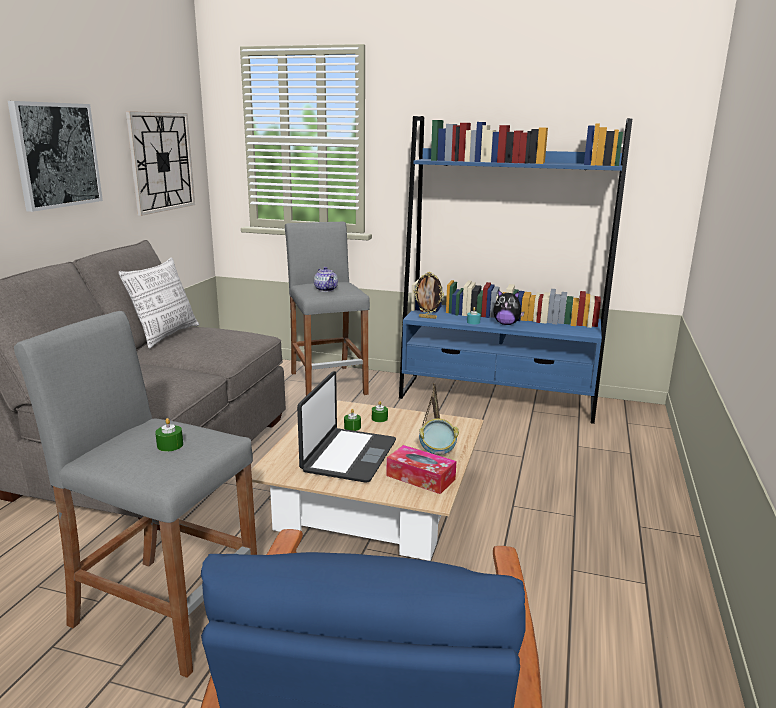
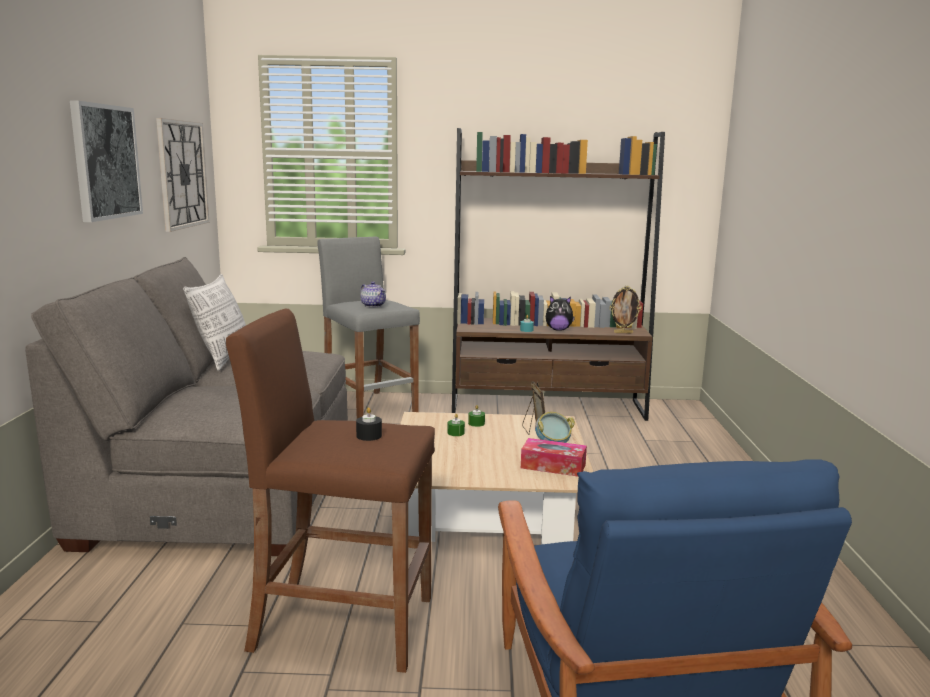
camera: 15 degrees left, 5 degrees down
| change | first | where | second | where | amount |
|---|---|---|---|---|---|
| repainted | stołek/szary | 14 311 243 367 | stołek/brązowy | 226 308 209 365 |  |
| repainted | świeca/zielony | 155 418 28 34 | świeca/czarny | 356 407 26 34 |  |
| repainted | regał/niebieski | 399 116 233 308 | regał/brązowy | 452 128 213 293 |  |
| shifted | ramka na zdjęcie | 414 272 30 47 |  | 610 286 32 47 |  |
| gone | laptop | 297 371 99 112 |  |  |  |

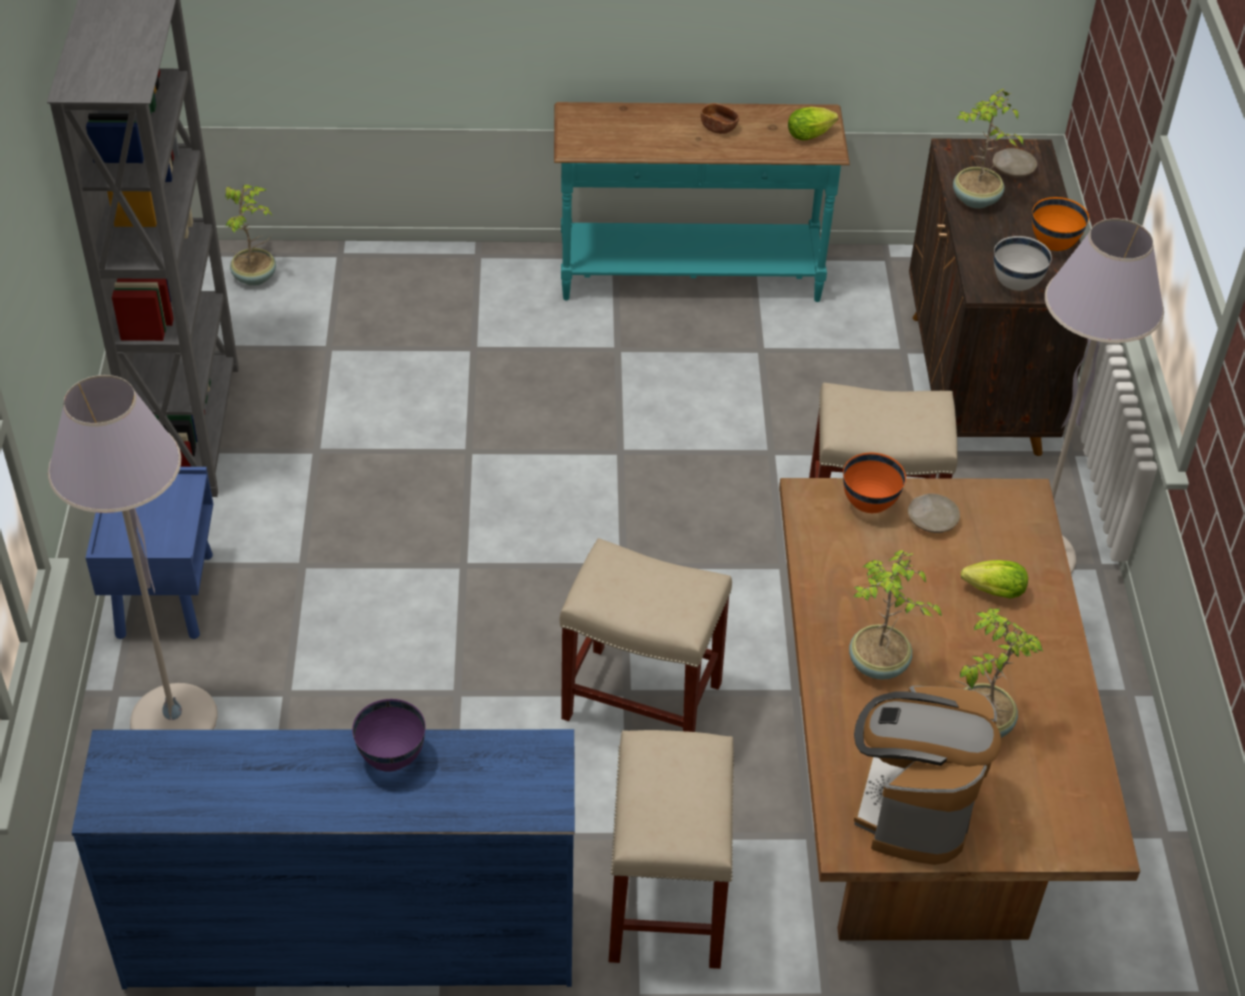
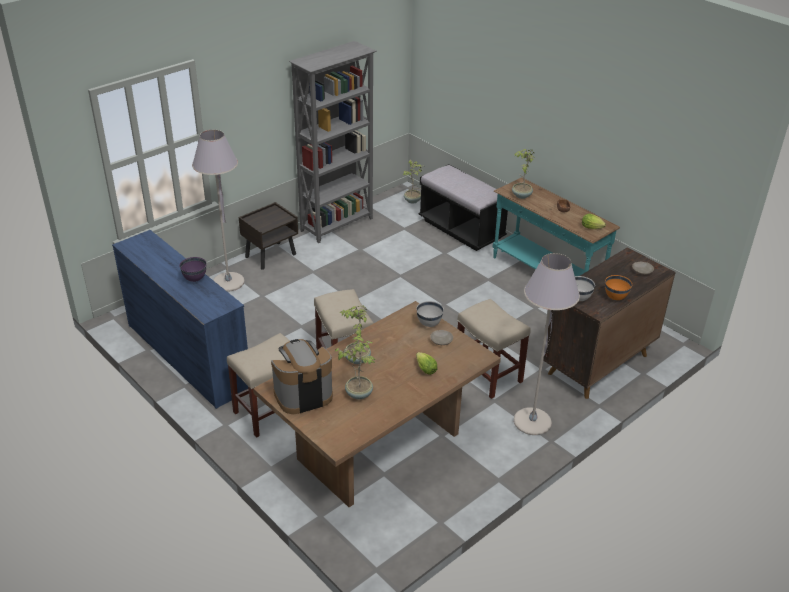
camera: 50 degrees right, 10 degrees down
| change | first | where | second | where | amount |
|---|---|---|---|---|---|
| repainted | szafka nocna/niebieski | 86 467 127 172 | szafka nocna/brązowy | 239 202 59 68 |  |
| repainted | miska/pomarańczowy | 843 453 63 60 | miska/biały | 416 301 28 26 |  |
| new |  |  | ławka/czarny | 419 164 89 87 |  |
| shifted | roślina doniczkowa | 953 89 70 120 |  | 512 149 22 50 |  |

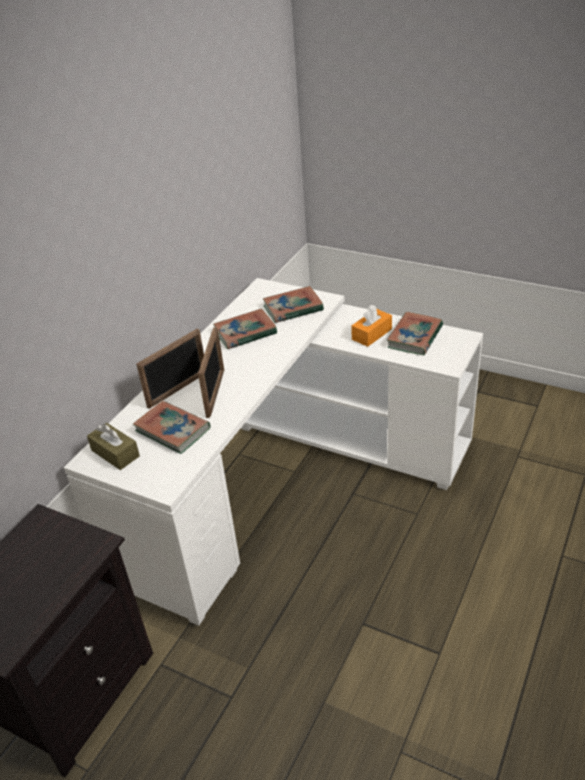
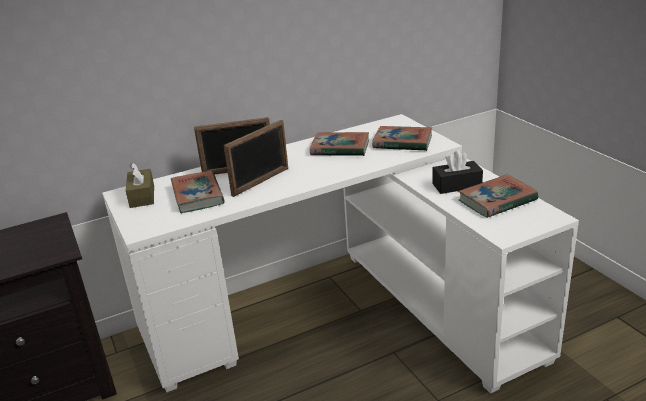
camera: 35 degrees right, 10 degrees down
| change | first | where | second | where | amount |
|---|---|---|---|---|---|
| repainted | pudełko chusteczek/pomarańczowy | 351 305 41 42 | pudełko chusteczek/czarny | 432 150 51 44 |  |

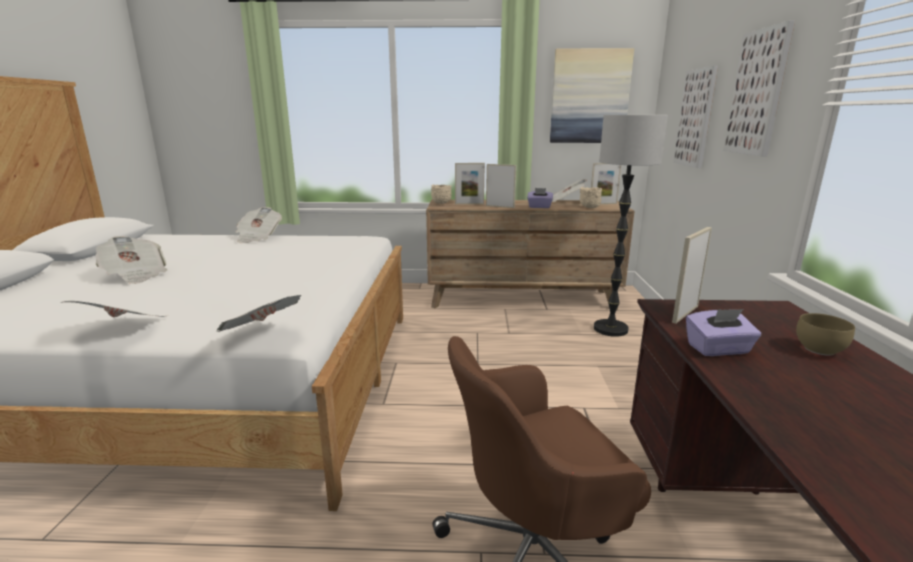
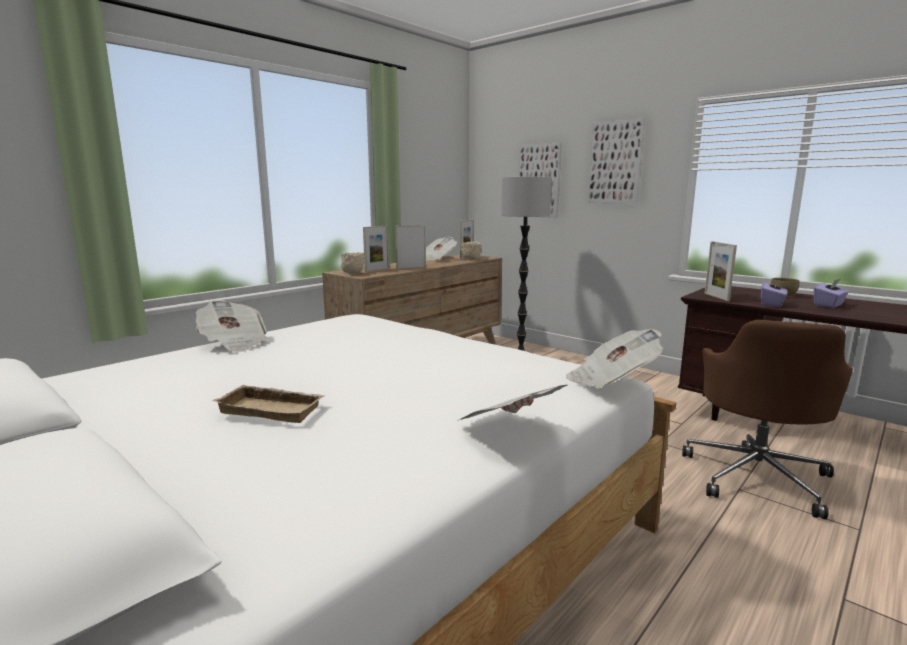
camera: 50 degrees left, 5 degrees down
| change | first | where | second | where | amount |
|---|---|---|---|---|---|
| swapped | gazeta | 96 236 71 48 | taca/beżowy | 212 385 114 38 |  |
| shifted | pudełko chusteczek/fioletowy | 527 188 26 20 |  | 814 279 35 29 |  |
| gone | obraz | 550 48 84 95 |  |  |  |

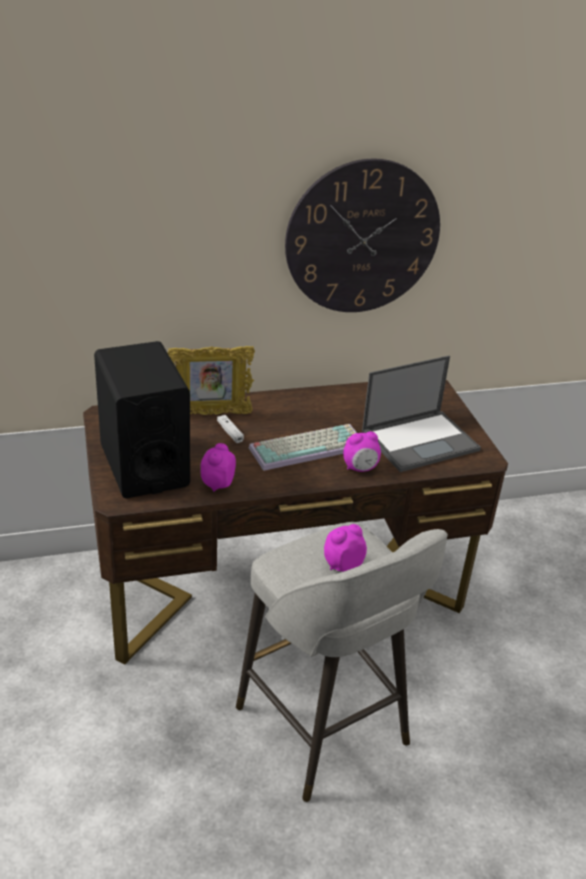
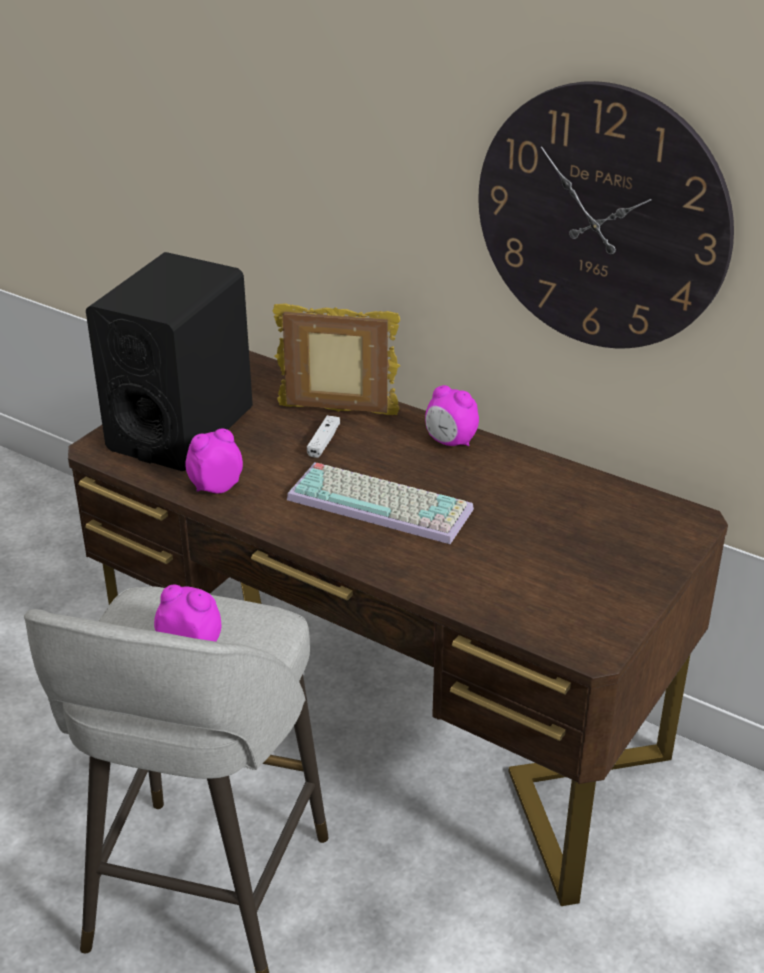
camera: 50 degrees right, 0 degrees up
| change | first | where | second | where | amount |
|---|---|---|---|---|---|
| rotated | ramka na zdjęcie | 168 346 87 69 |  | 272 303 128 112 | 150 degrees clockwise |
| shifted | budzik | 343 431 38 41 |  | 425 385 54 61 |  |
| gone | laptop | 362 355 119 117 |  |  |  |

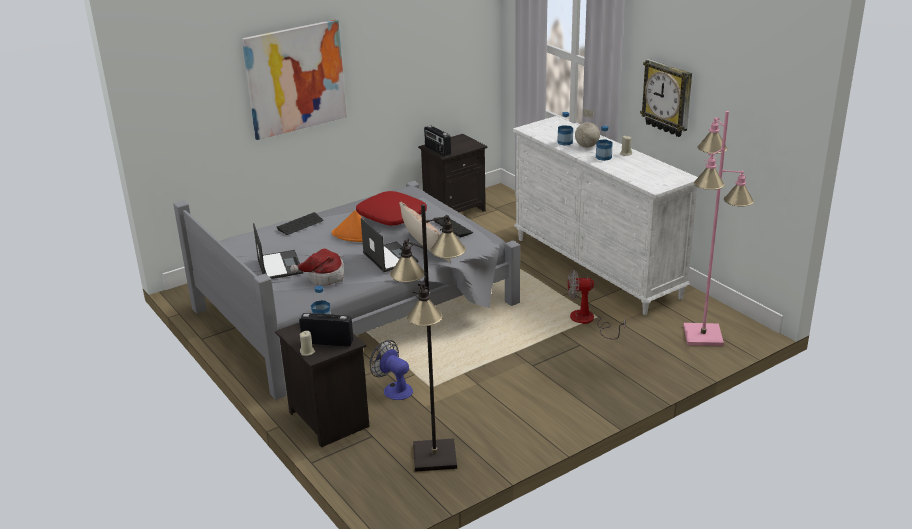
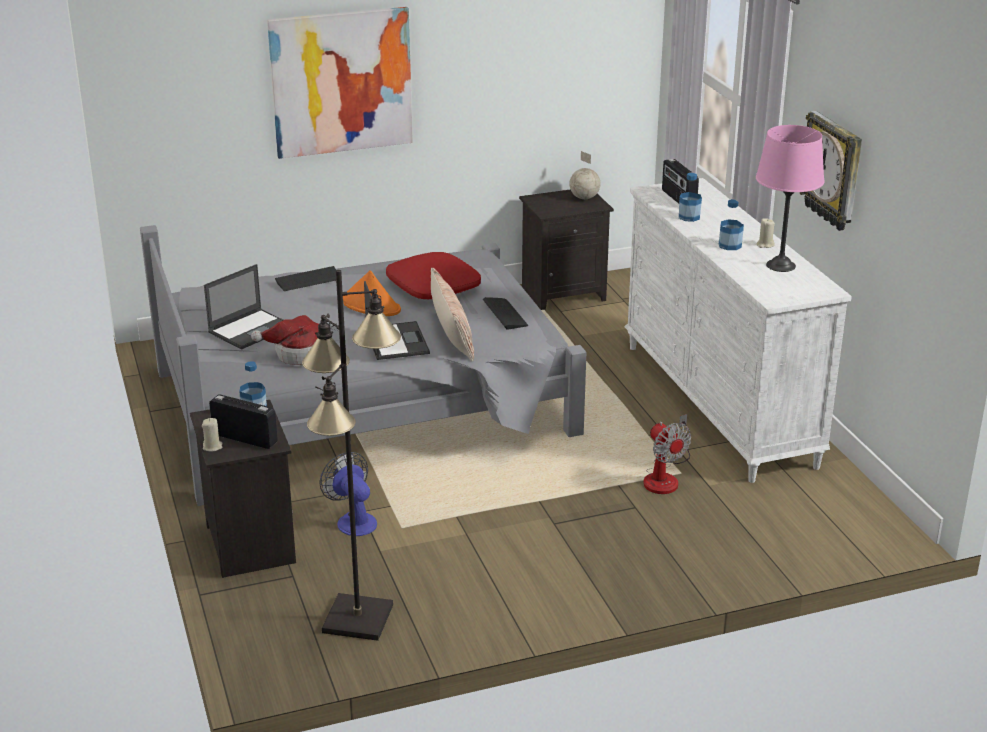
camera: 15 degrees right, 0 degrees up
| change | first | where | second | where | amount |
|---|---|---|---|---|---|
| rotated | laptop | 253 223 50 56 |  | 204 264 79 86 | 45 degrees clockwise |
| shifted | globus | 575 109 25 39 |  | 569 151 31 48 |  |
| rotated | wentylator | 568 270 57 70 |  | 643 414 48 80 | 135 degrees counterclockwise |
| shifted | radio | 424 126 27 30 |  | 662 159 37 44 |  |
| new |  |  | lampa stołowa/różowy | 756 125 68 147 |  |
| gone | lampa stojąca/różowy | 683 111 71 235 |  |  |  |

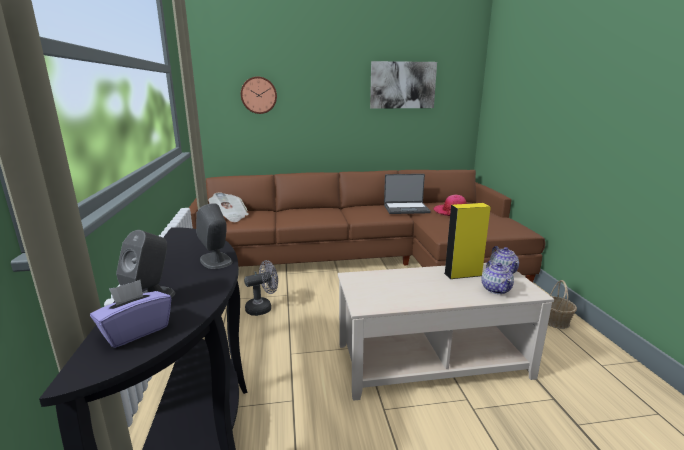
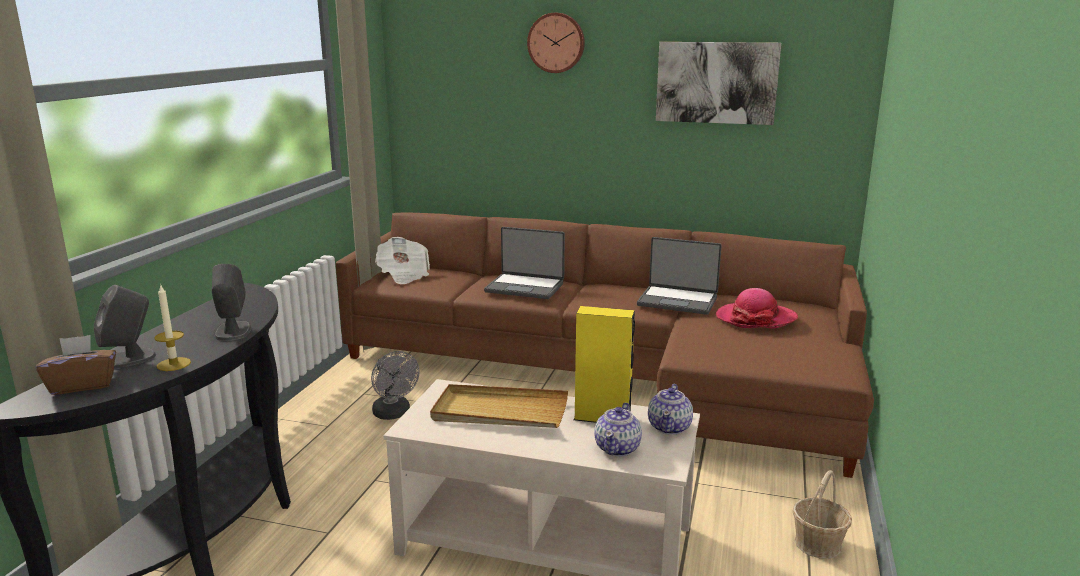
camera: 25 degrees right, 0 degrees up
| change | first | where | second | where | amount |
|---|---|---|---|---|---|
| repainted | pudełko chusteczek/fioletowy | 90 280 81 68 | pudełko chusteczek/brązowy | 36 335 80 60 |  |
| new |  |  | świeca | 154 284 37 87 |  |
| rotated | wentylator/szary | 244 260 34 56 |  | 371 351 49 69 | 60 degrees clockwise |
| new |  |  | taca/beżowy | 430 384 138 44 |  |
| new |  |  | laptop | 484 227 81 72 |  |
| shifted | zegar ścienny | 241 76 36 38 |  | 527 13 58 60 |  |

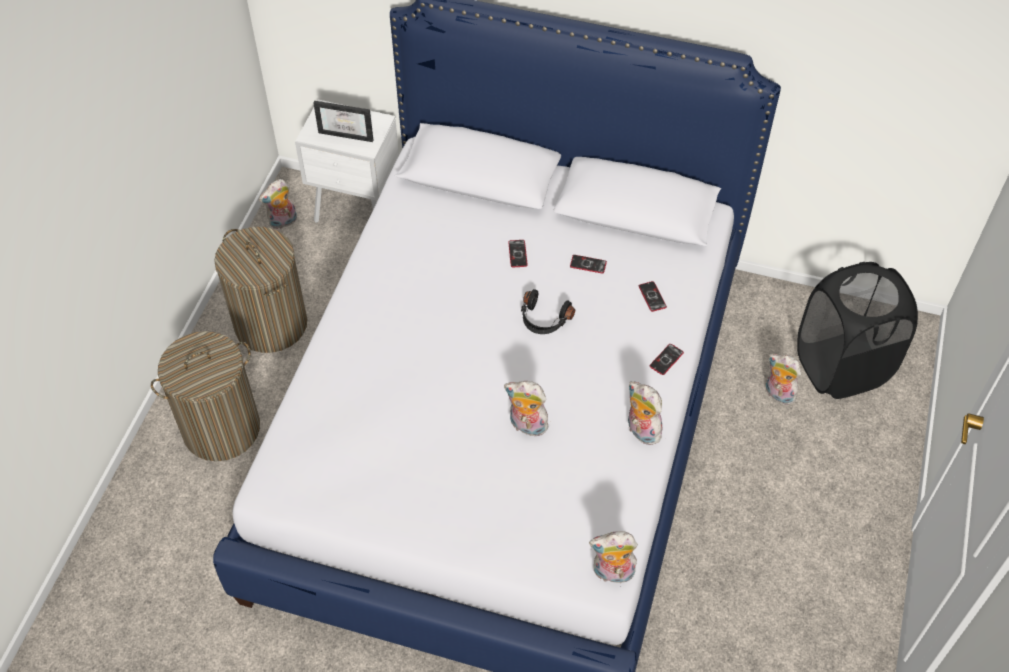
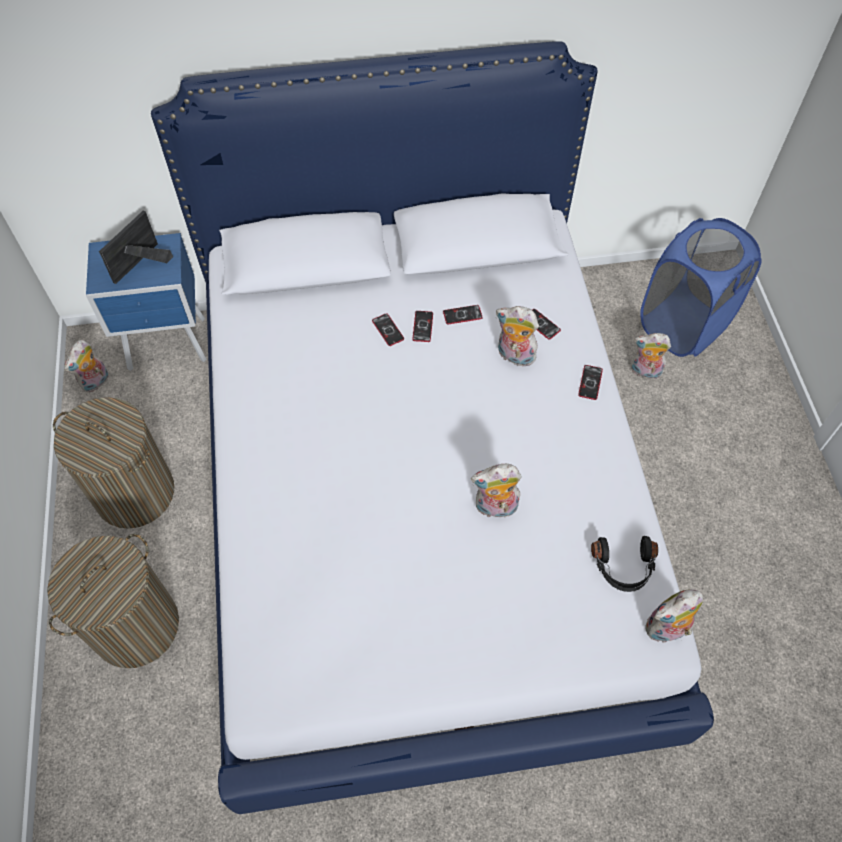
camera: 25 degrees left, 5 degrees up
| change | first | where | second | where | amount |
|---|---|---|---|---|---|
| repainted | szafka nocna/biały | 295 100 104 123 | szafka nocna/niebieski | 86 233 121 138 |  |
| rotated | ramka na zdjęcie | 314 101 59 41 |  | 99 211 74 73 | 135 degrees clockwise |
| new |  |  | telefon | 412 311 21 31 |  |
| shifted | pluszak | 628 381 35 64 |  | 496 306 43 60 |  |
| shifted | słuchawki/czarny | 521 289 54 45 |  | 591 536 67 56 |  |
| repainted | kosz na pranie/czarny | 797 262 121 137 | kosz na pranie/niebieski | 640 218 122 139 |  |

